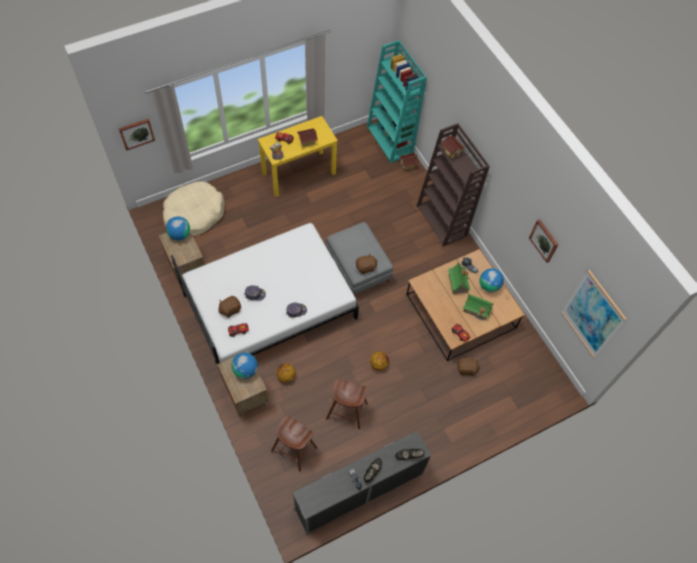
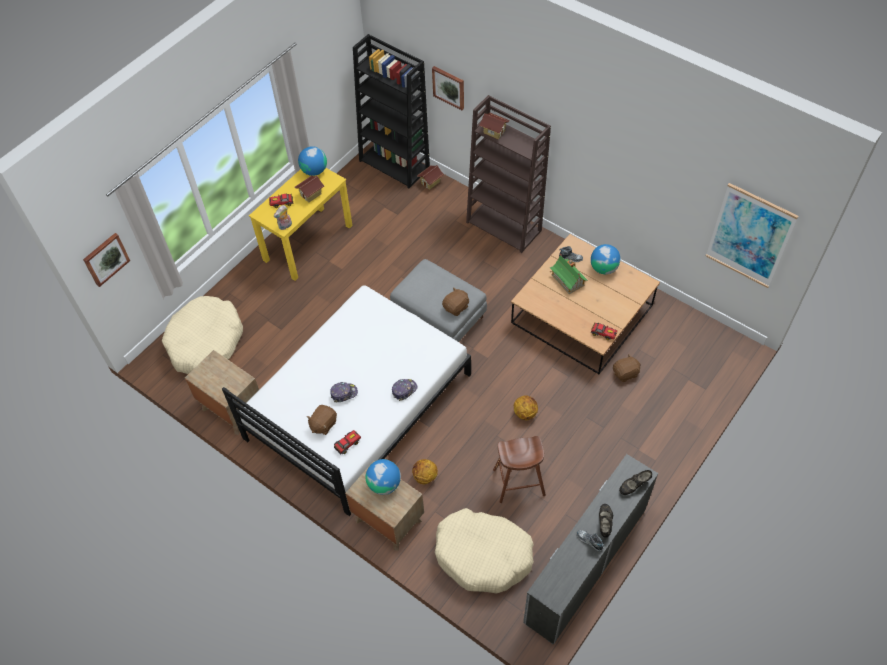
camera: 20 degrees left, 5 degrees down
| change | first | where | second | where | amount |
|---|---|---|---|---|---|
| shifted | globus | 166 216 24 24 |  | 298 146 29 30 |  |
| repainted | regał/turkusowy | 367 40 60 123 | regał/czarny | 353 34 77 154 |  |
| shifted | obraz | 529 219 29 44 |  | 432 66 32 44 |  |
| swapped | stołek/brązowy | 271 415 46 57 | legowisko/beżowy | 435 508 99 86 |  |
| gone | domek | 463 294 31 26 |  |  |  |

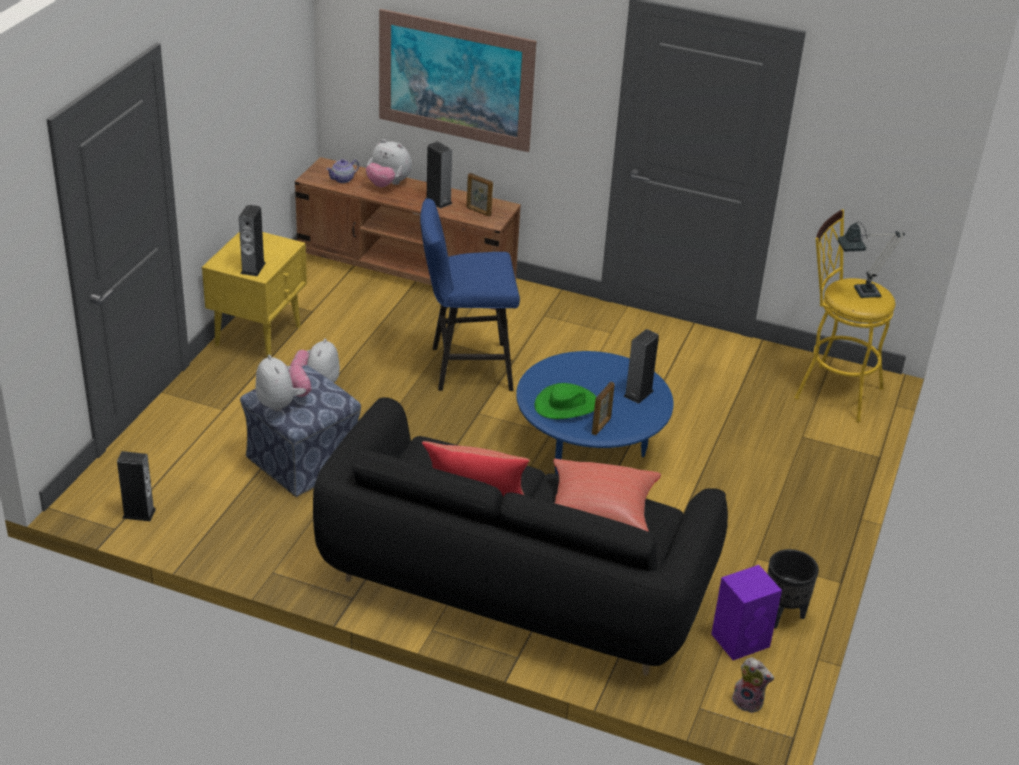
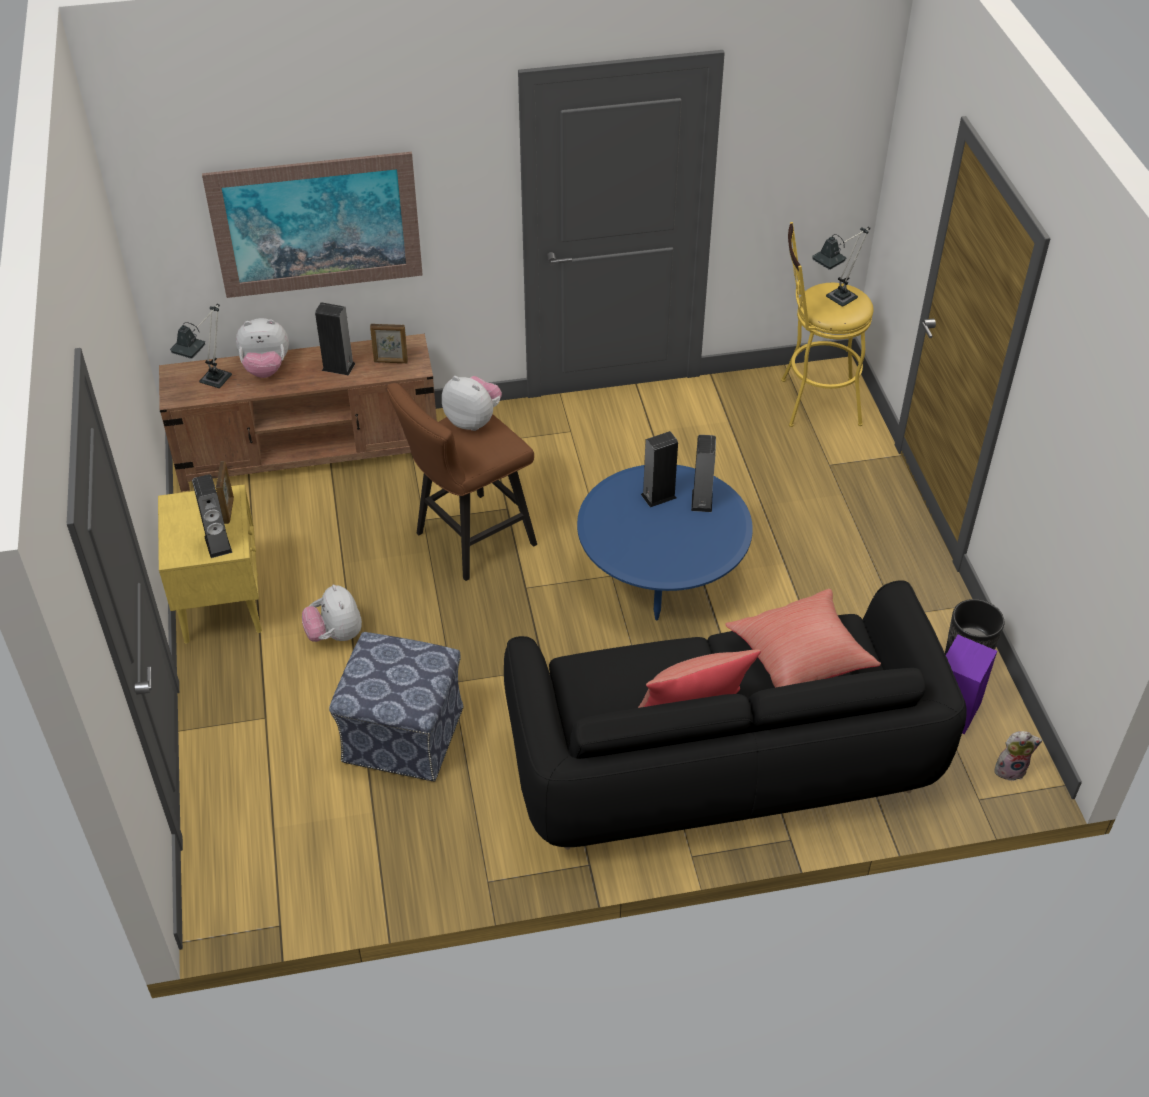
camera: 30 degrees left, 10 degrees up
| change | first | where | second | where | amount |
|---|---|---|---|---|---|
| swapped | imbryk | 326 159 33 24 | lampa stołowa | 170 304 62 84 |  |
| shifted | ramka na zdjęcie | 592 382 23 53 |  | 216 461 18 63 |  |
| repainted | stołek/niebieski | 420 199 100 192 | stołek/brązowy | 387 383 150 198 |  |
| shifted | pluszak | 256 354 56 58 |  | 442 376 60 55 |  |
| shifted | głośnik | 117 451 39 70 |  | 641 431 37 76 |  |
| gone | kapelusz/zielony | 535 383 61 36 |  |  |  |

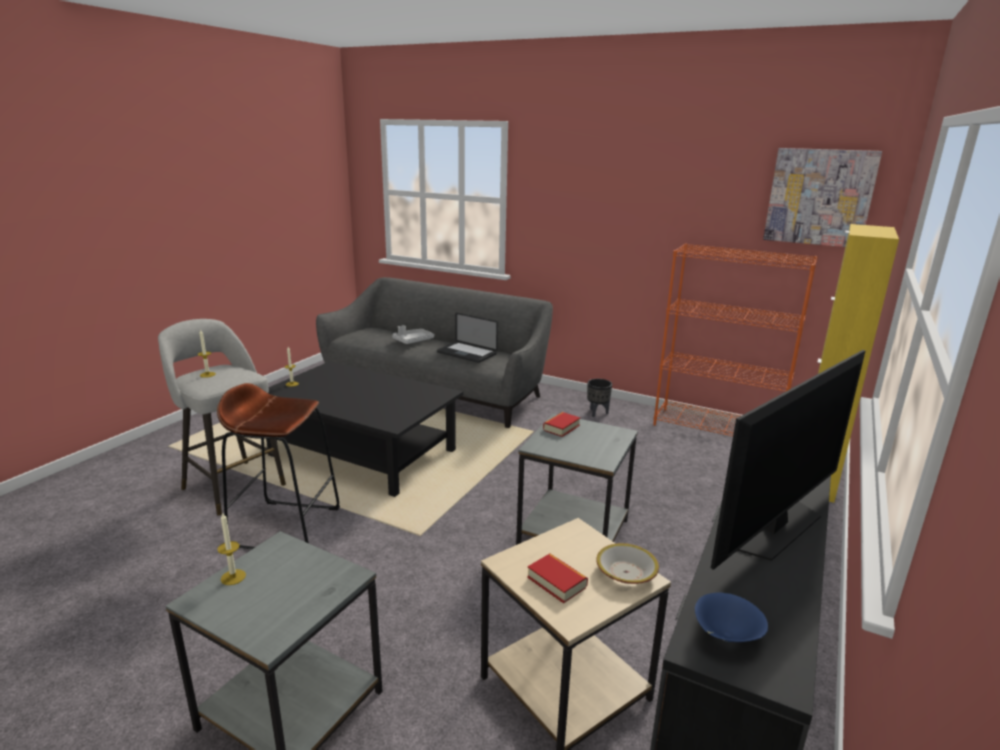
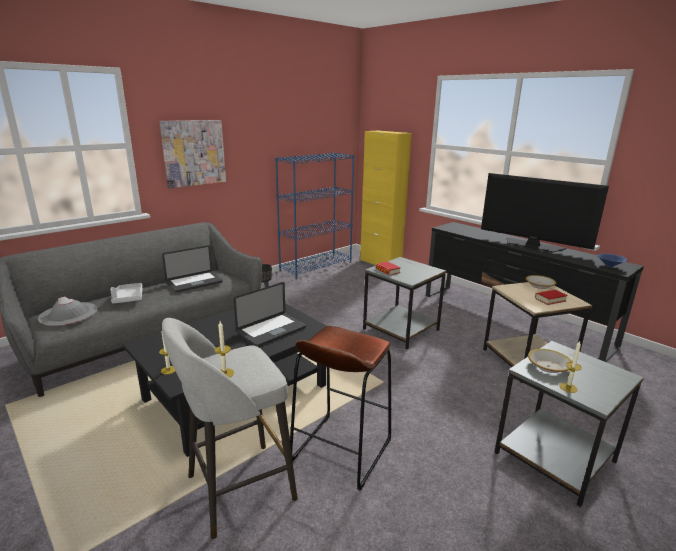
camera: 70 degrees left, 0 degrees up
| change | first | where | second | where | amount |
|---|---|---|---|---|---|
| new |  |  | kapelusz/szary | 38 296 59 30 |  |
| shifted | obraz | 763 148 119 99 |  | 160 120 66 68 |  |
| new |  |  | laptop | 234 282 72 65 |  |
| repainted | regał/pomarańczowy | 653 243 165 193 | regał/niebieski | 275 153 79 126 |  |
| rotated | telewizor | 711 350 154 220 |  | 481 173 128 79 | 150 degrees clockwise |
| new |  |  | miska | 528 349 44 24 |  |

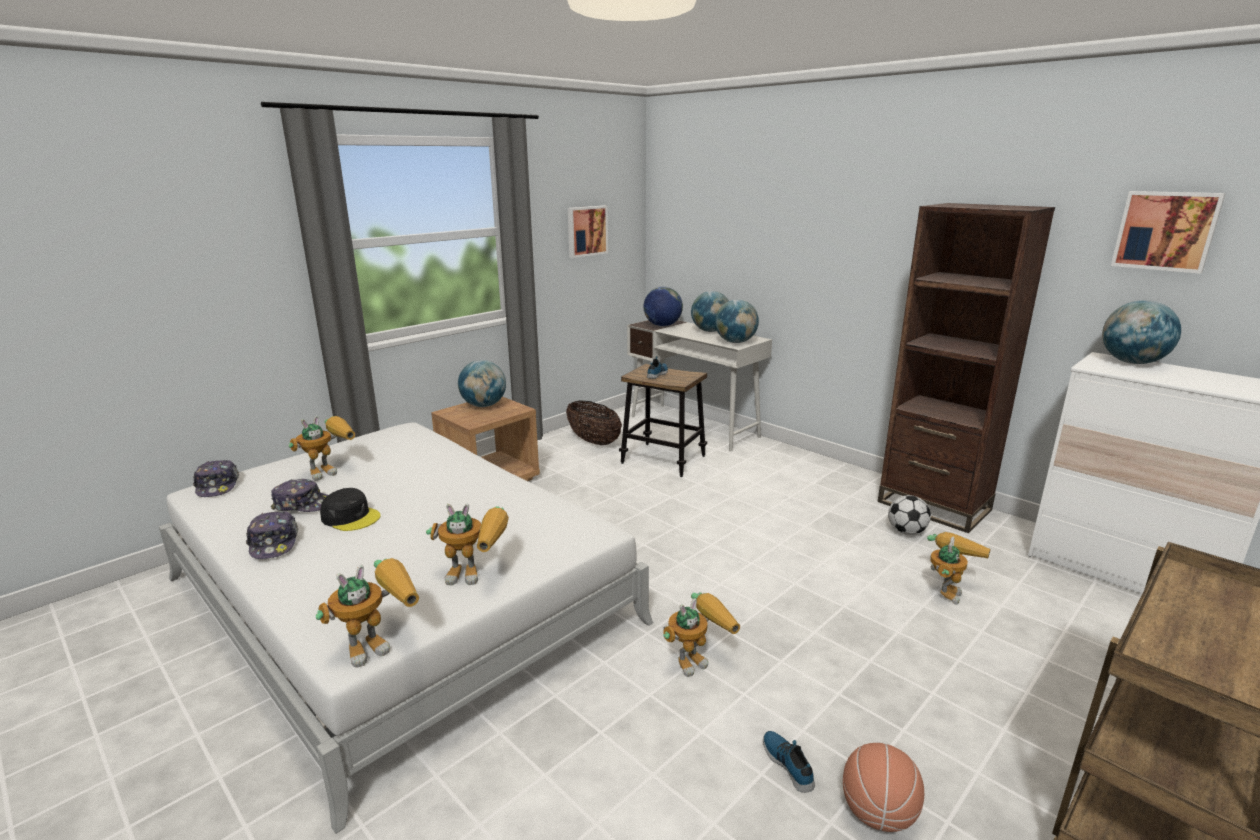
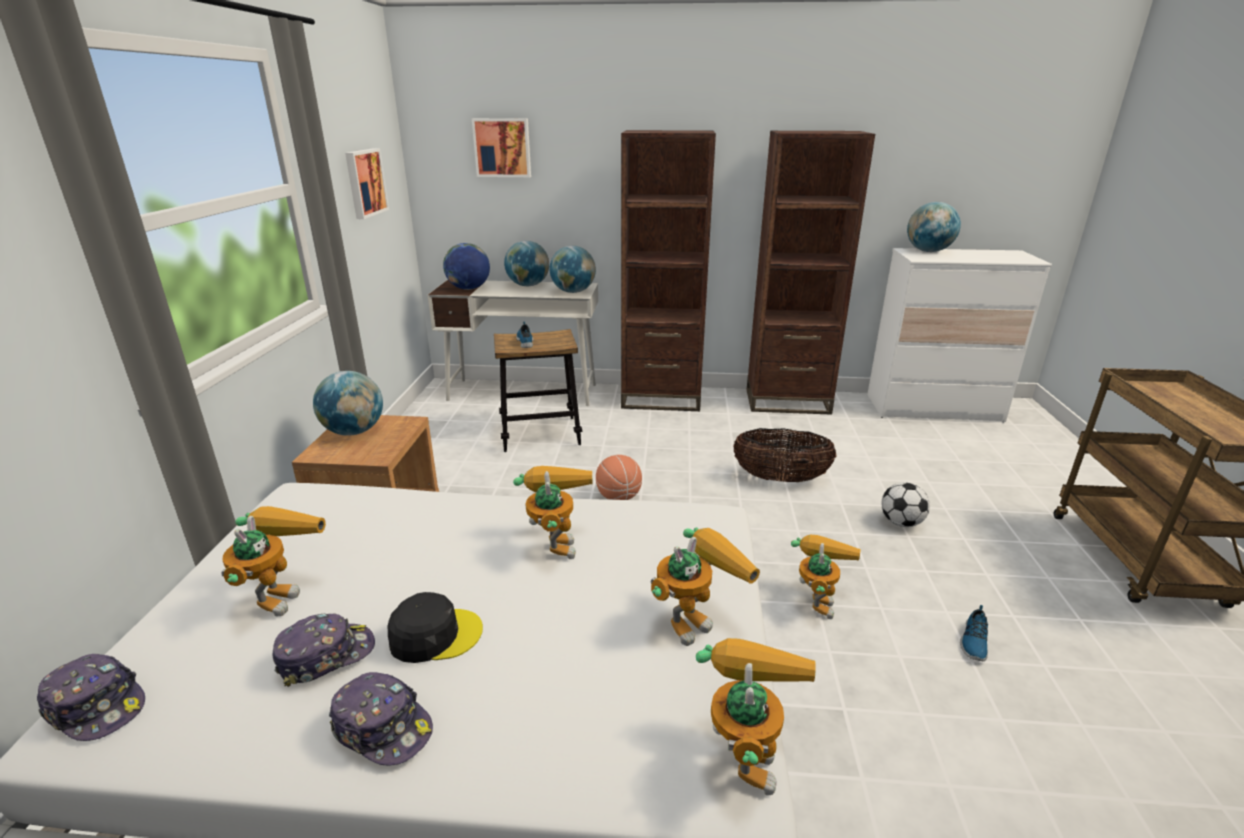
camera: 40 degrees left, 5 degrees up
| change | first | where | second | where | amount |
|---|---|---|---|---|---|
| shifted | obraz | 1111 191 115 83 |  | 472 118 59 59 |  |
| shifted | robot zabawkowy | 927 532 64 73 |  | 513 466 80 93 |  |
| shifted | piłka do koszykówki | 843 743 81 89 |  | 596 455 46 45 |  |
| new |  |  | regał/brązowy | 621 130 95 281 |  |
| shifted | koszyk | 566 401 56 45 |  | 733 428 103 54 |  |
| shifted | piłka futbolowa | 888 495 43 40 |  | 882 482 48 45 |  |
| rotated | but | 763 731 52 62 |  | 960 605 28 56 | 90 degrees counterclockwise |

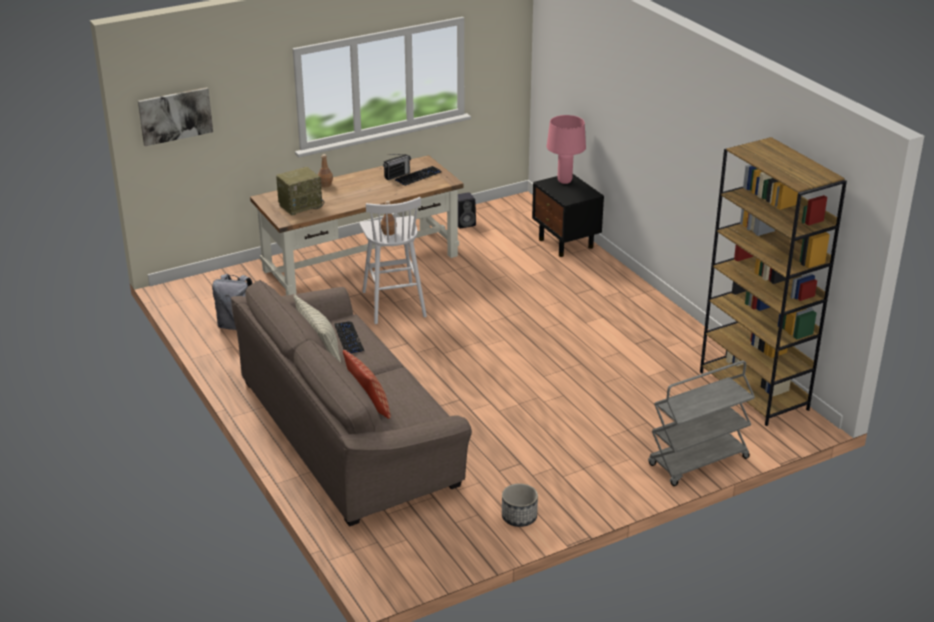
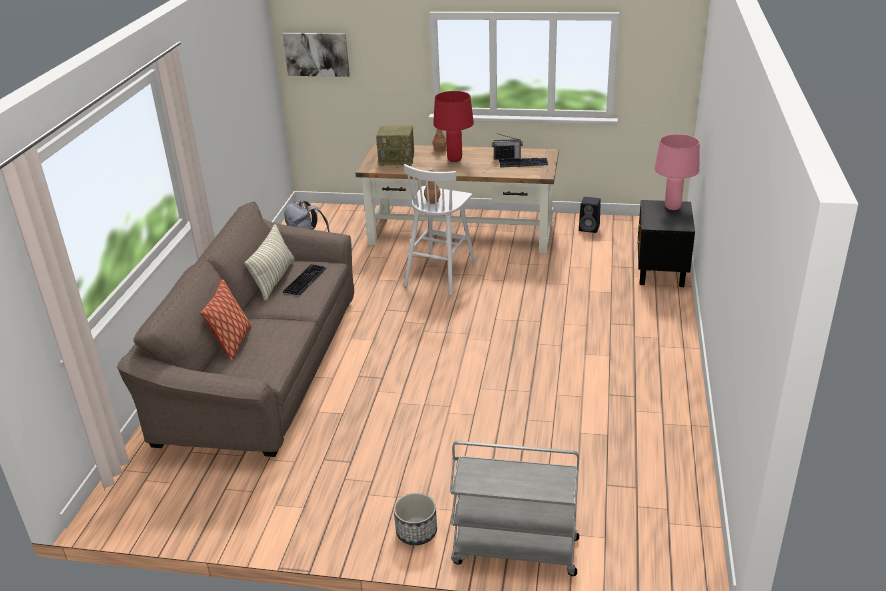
camera: 40 degrees right, 0 degrees up
| change | first | where | second | where | amount |
|---|---|---|---|---|---|
| shifted | donica | 502 484 36 43 |  | 394 493 43 52 |  |
| new |  |  | lampa stołowa/czerwony | 433 91 41 71 |  |
| gone | regał/brązowy | 700 137 147 289 |  |  |  |

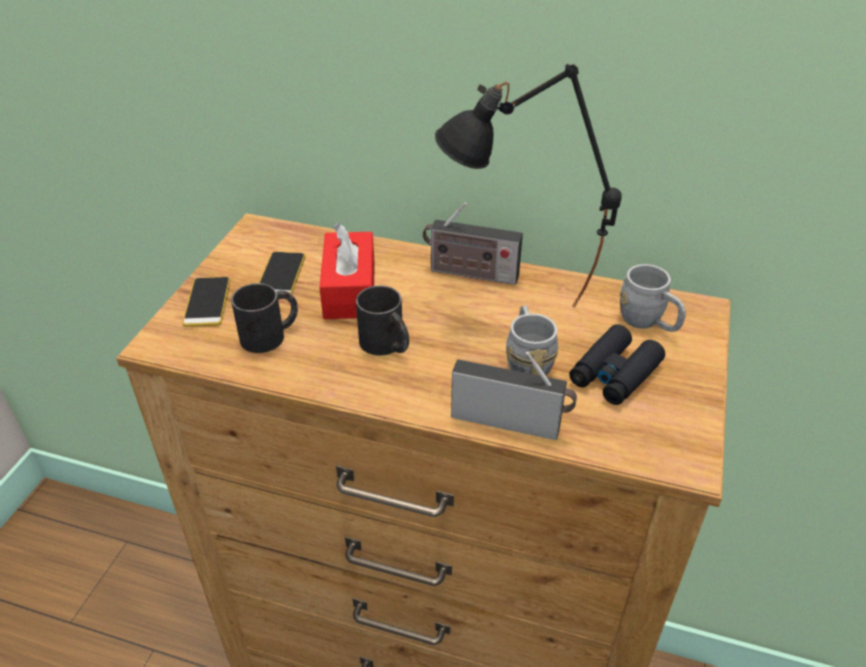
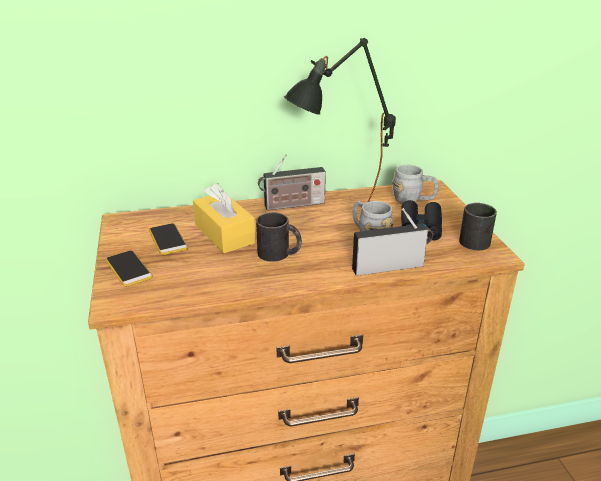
camera: 30 degrees left, 10 degrees down
| change | first | where | second | where | amount |
|---|---|---|---|---|---|
| repainted | pudełko chusteczek/czerwony | 319 223 56 96 | pudełko chusteczek/żółty | 193 183 63 70 |  |
| shifted | kubek/czarny | 231 283 67 70 |  | 459 203 38 47 |  |

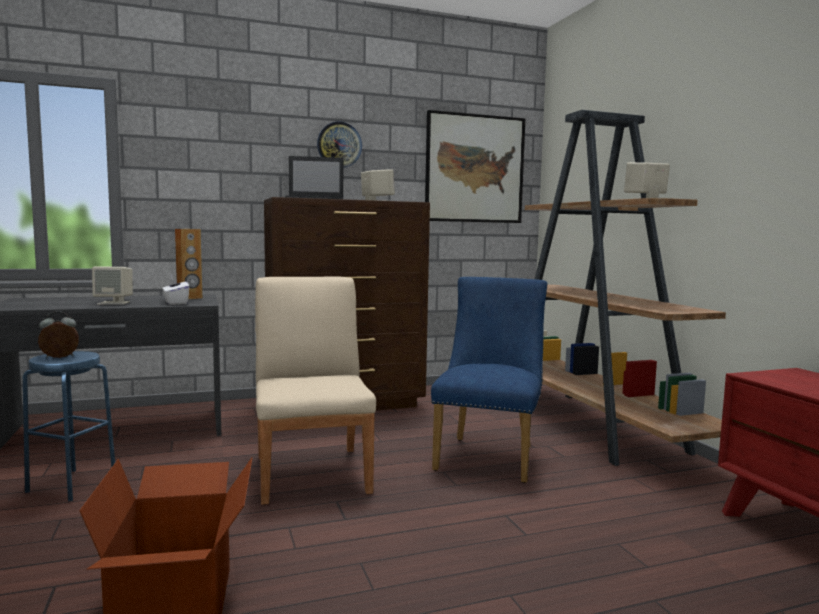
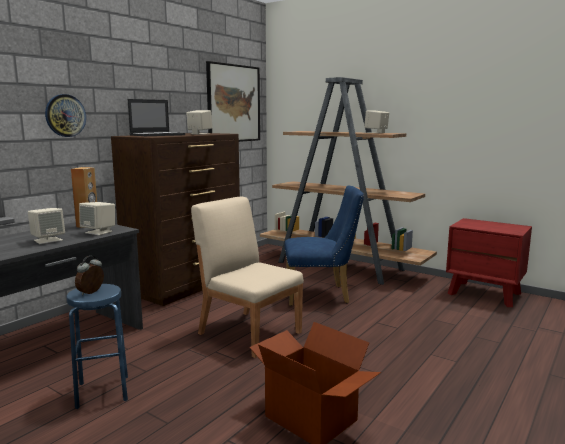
camera: 35 degrees left, 5 degrees up
| change | first | where | second | where | amount |
|---|---|---|---|---|---|
| shifted | zegar ścienny | 317 121 45 47 |  | 45 94 41 43 |  |
| swapped | pudełko chusteczek/biały | 162 276 27 29 | głośnik/beżowy | 79 202 36 33 |  |
| rotated | krzesło/niebieski | 431 277 116 206 |  | 285 186 79 120 | 105 degrees clockwise |

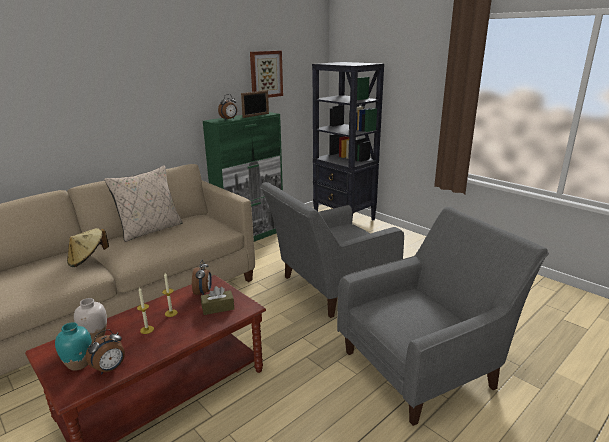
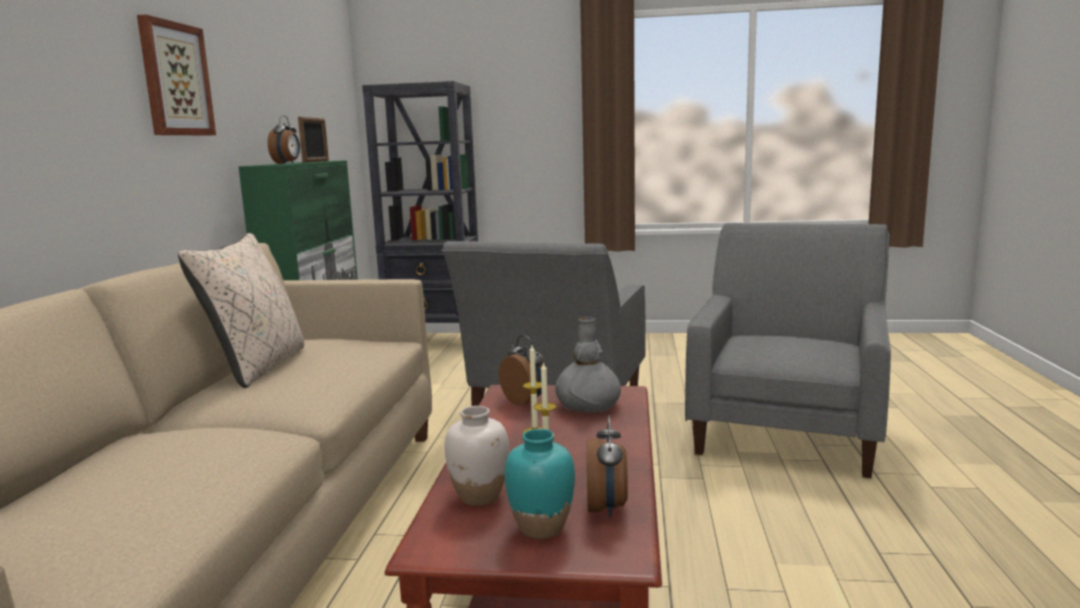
camera: 40 degrees left, 10 degrees down
| change | first | where | second | where | amount |
|---|---|---|---|---|---|
| shifted | obraz | 250 51 33 47 |  | 137 14 79 122 |  |
| swapped | pudełko chusteczek/brązowy | 201 286 33 29 | wazon/szary | 555 316 66 96 |  |
| gone | kapelusz/beżowy | 67 228 42 39 |  |  |  |

